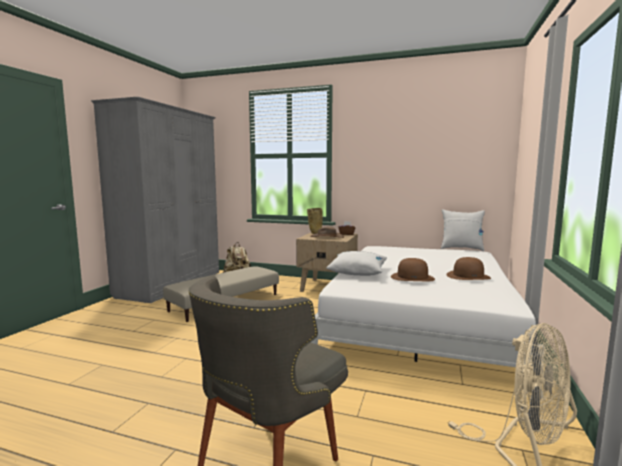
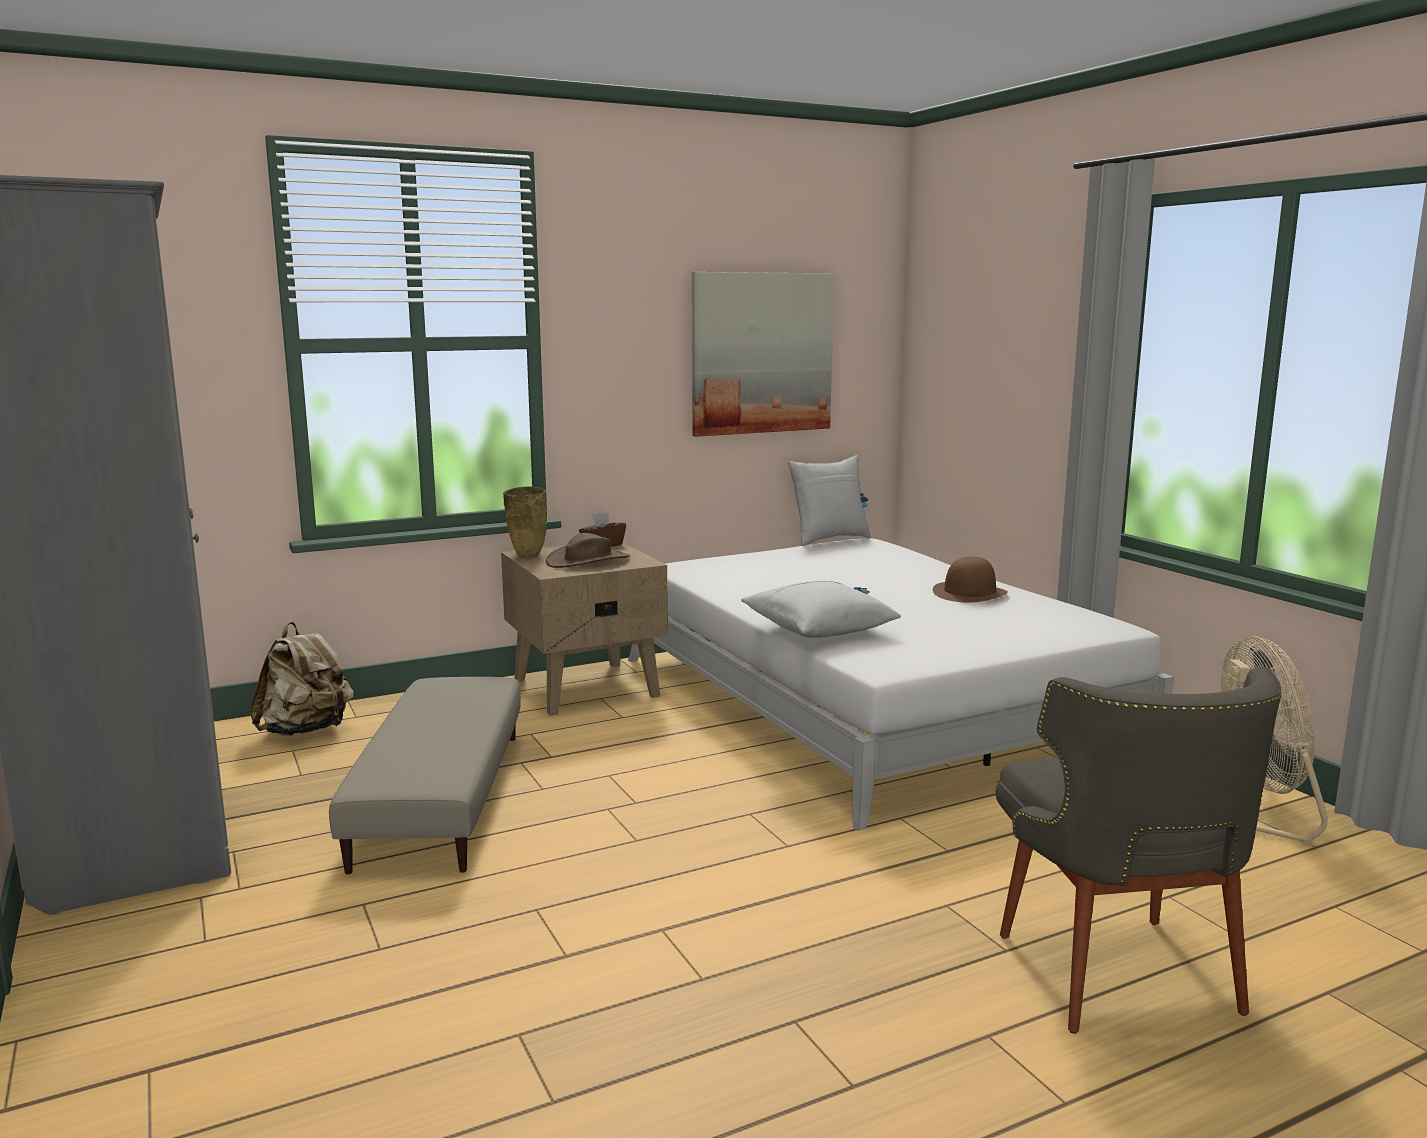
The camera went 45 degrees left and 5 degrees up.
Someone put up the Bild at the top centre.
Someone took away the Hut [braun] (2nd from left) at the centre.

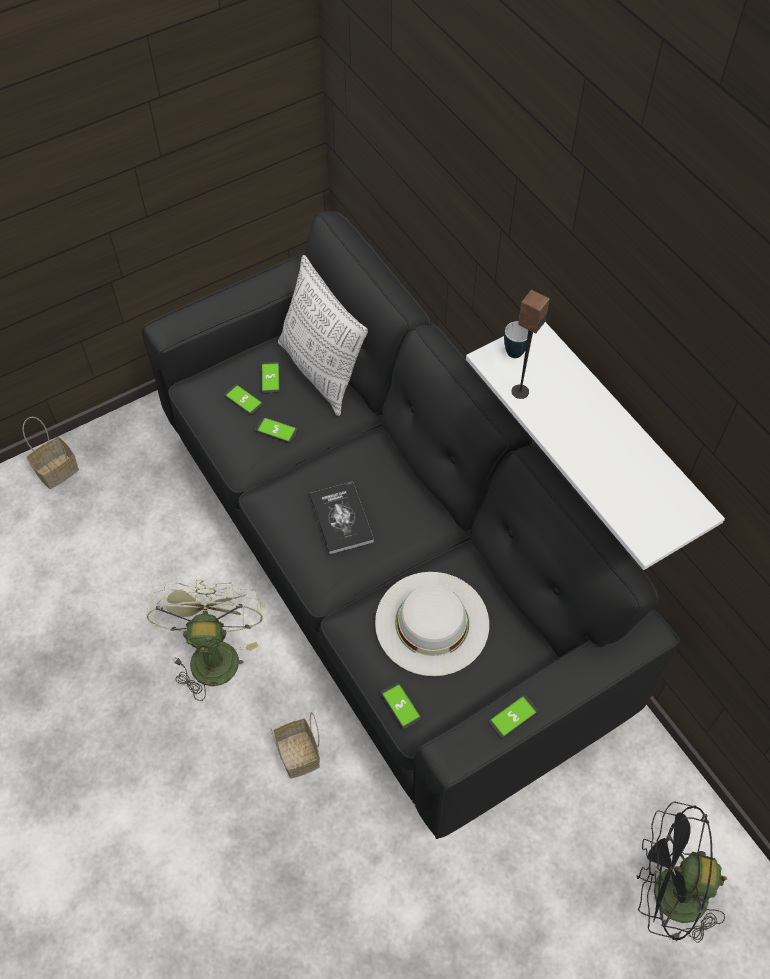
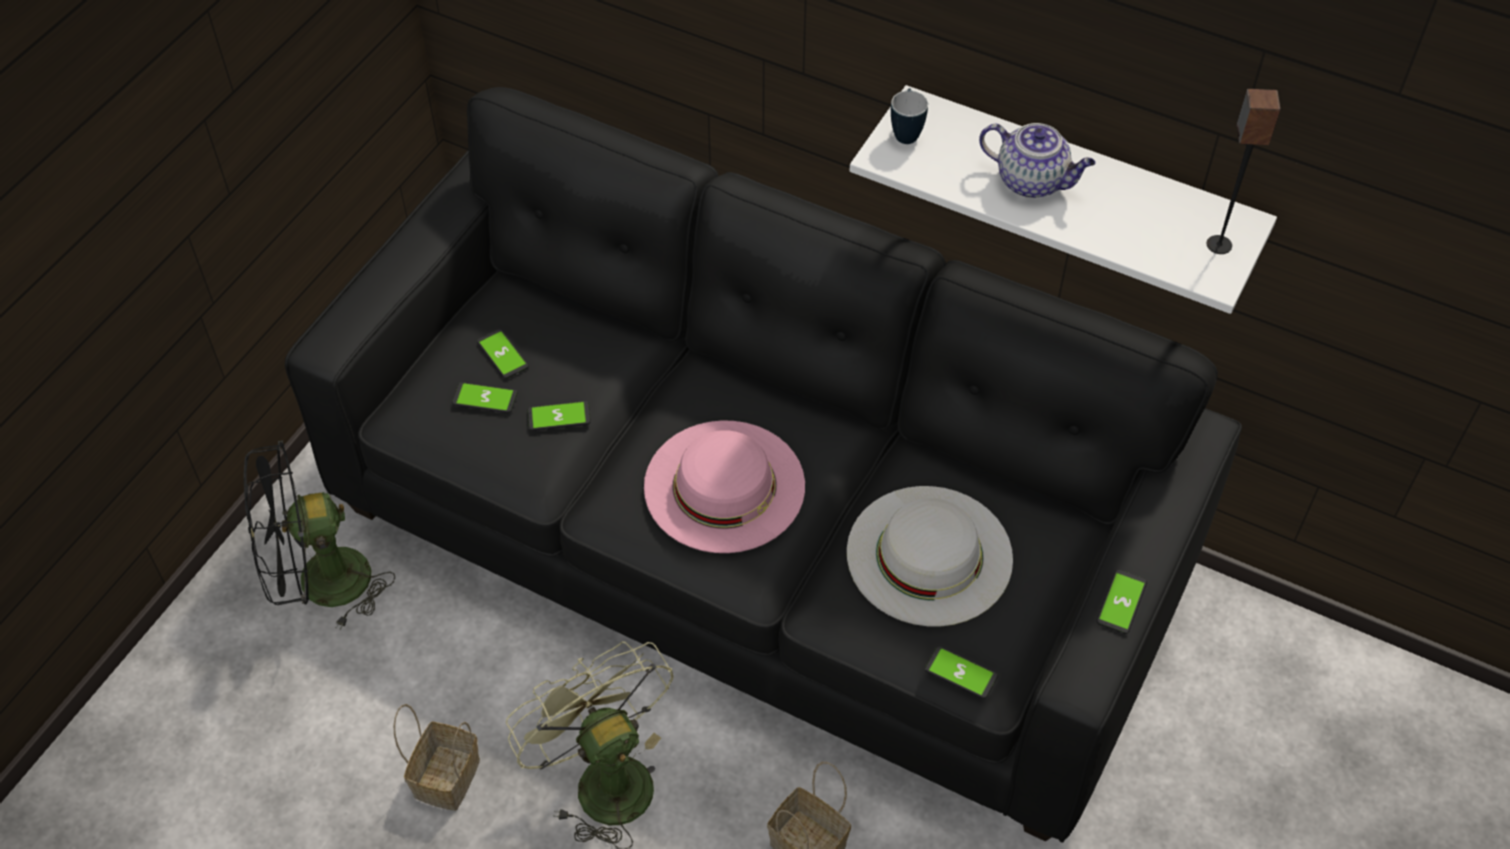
The camera went 30 degrees left and 5 degrees down.
Someone carried the Ventilator [schwarz] from the bottom right to the middle left.
Someone carried the Korb (1st from left) from the middle left to the bottom left.
Someone swapped the Buch at the centre for the Hut [rosa] at the centre.
Someone put down the Teekanne at the top right.
Someone carried the Lautsprecher from the middle right to the top right.
Someone took away the Kissen at the centre.

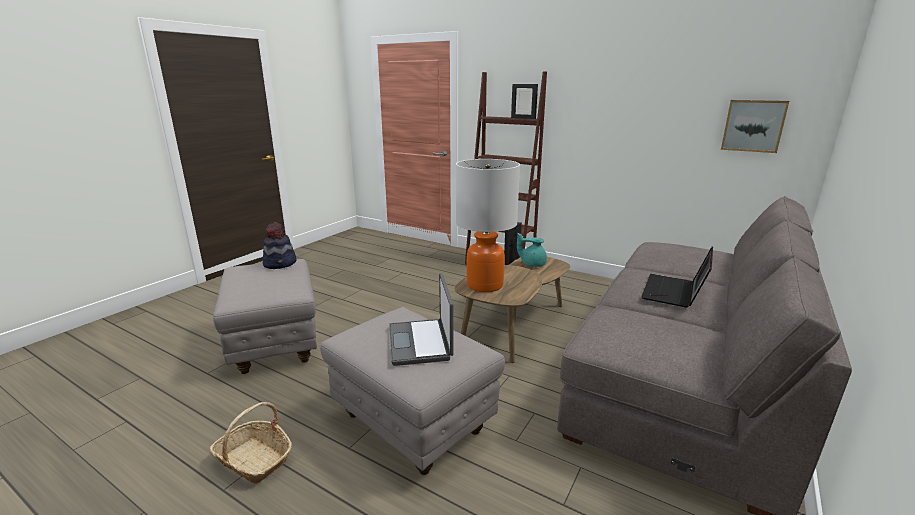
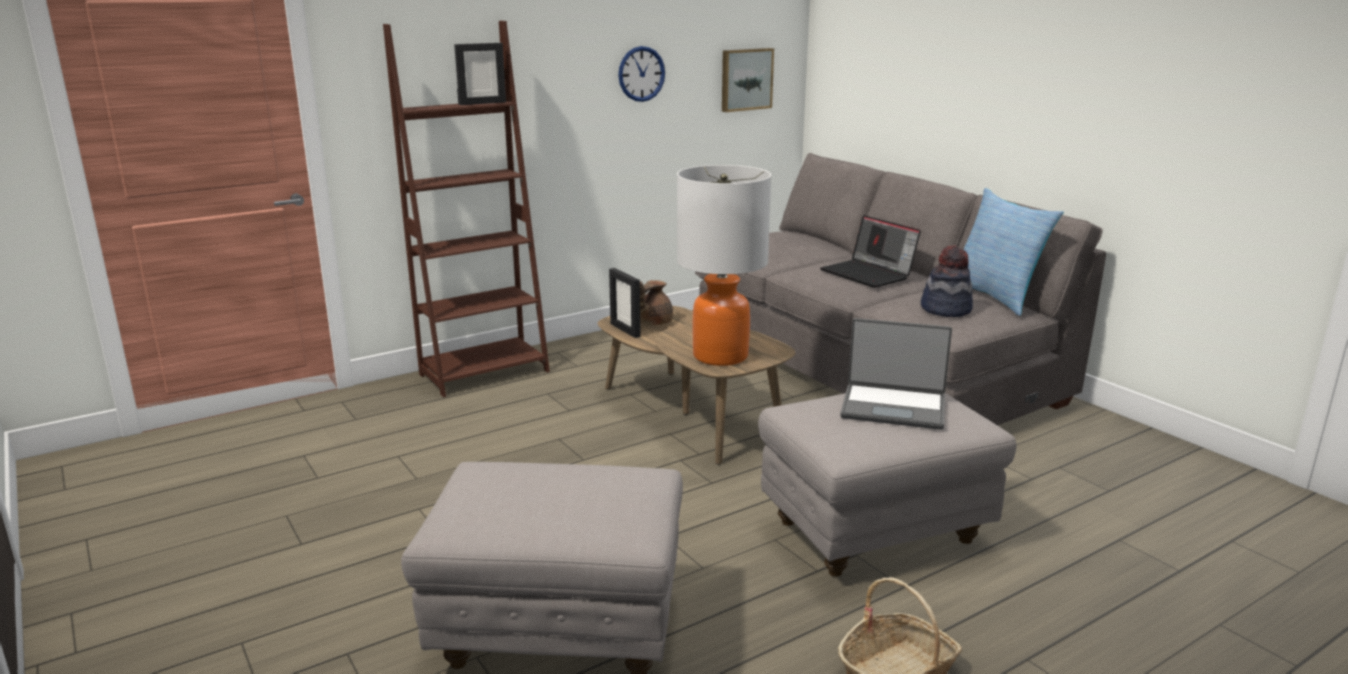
The camera went 65 degrees left and 0 degrees up.
Someone put up the Wanduhr at the top centre.
Someone repainted the Teekanne [türkis] at the centre, which became the Teekanne [braun] at the centre.
Someone carried the Hut from the middle left to the middle right.
Someone put down the Kissen at the middle right.

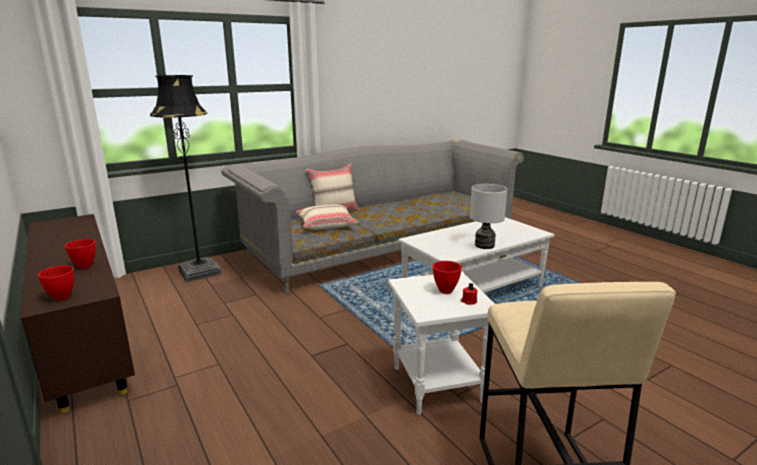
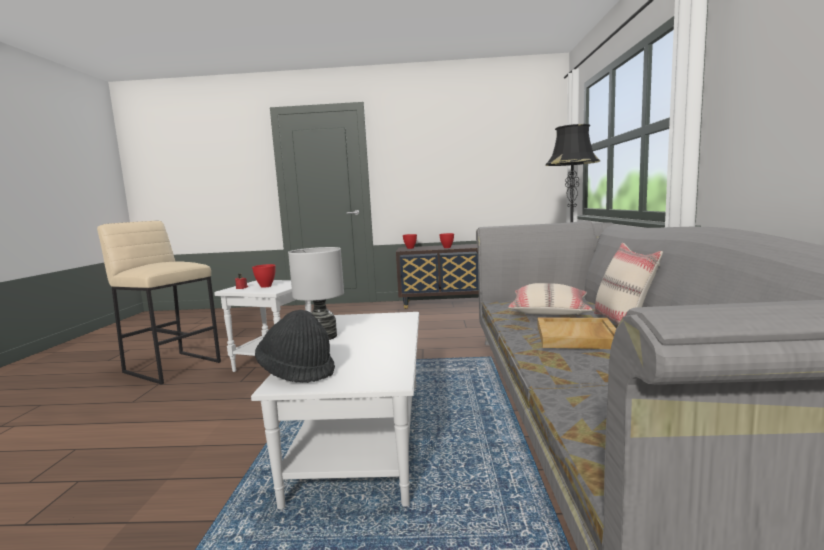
The camera went 125 degrees right and 10 degrees down.
Someone put down the Hut [schwarz] at the centre.
Someone put down the Tablett [beige] at the middle right.

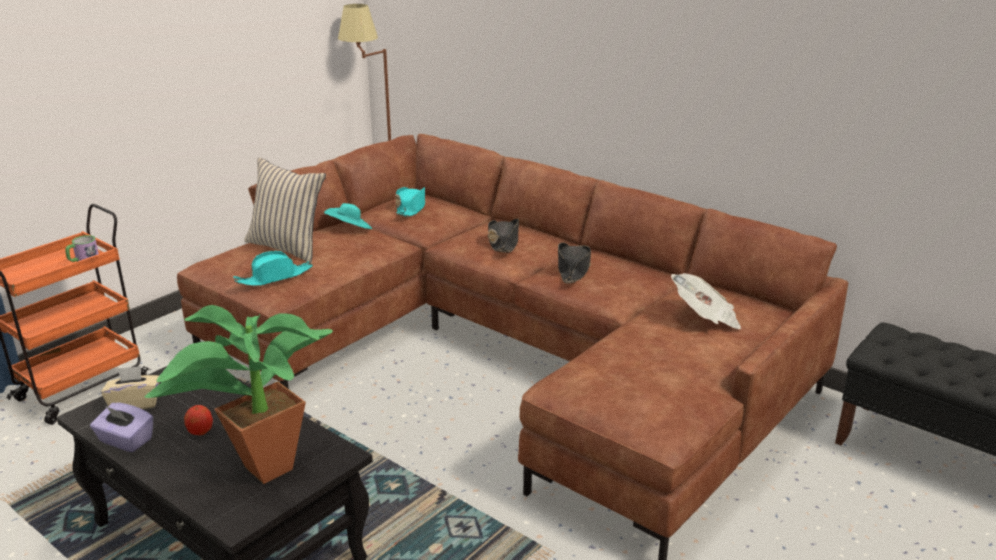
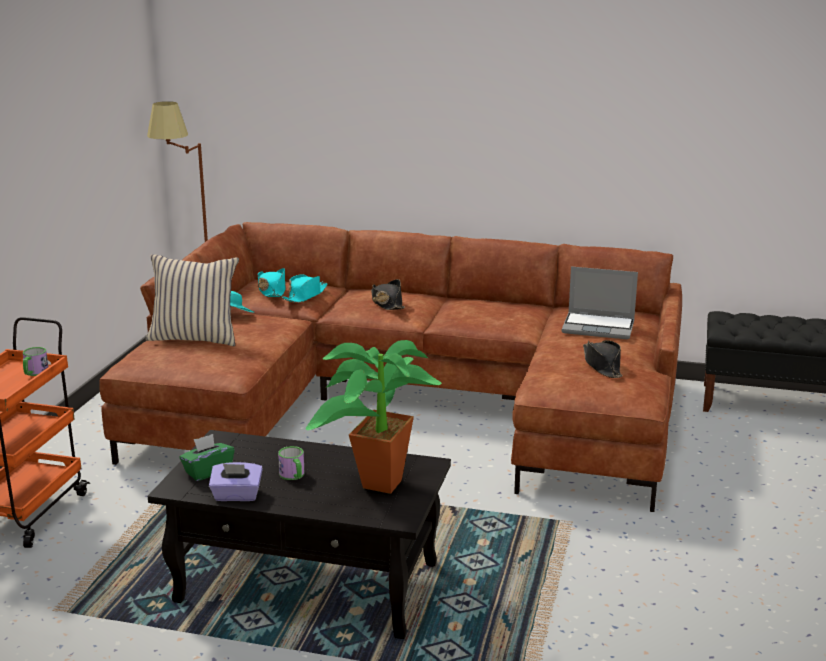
The camera went 25 degrees left and 5 degrees down.
Someone repainted the Taschentuchbox [beige] at the bottom left, which became the Taschentuchbox [grün] at the bottom left.
Someone swapped the Apfel at the bottom left for the Henkelbecher (2nd from left) at the bottom centre.
Someone carried the Hut [türkis] (1st from left in the first image) from the middle left to the centre.
Someone swapped the Zeitung at the middle right for the Laptop at the middle right.
Someone carried the Hut [schwarz] (2nd from left) from the centre to the middle right.

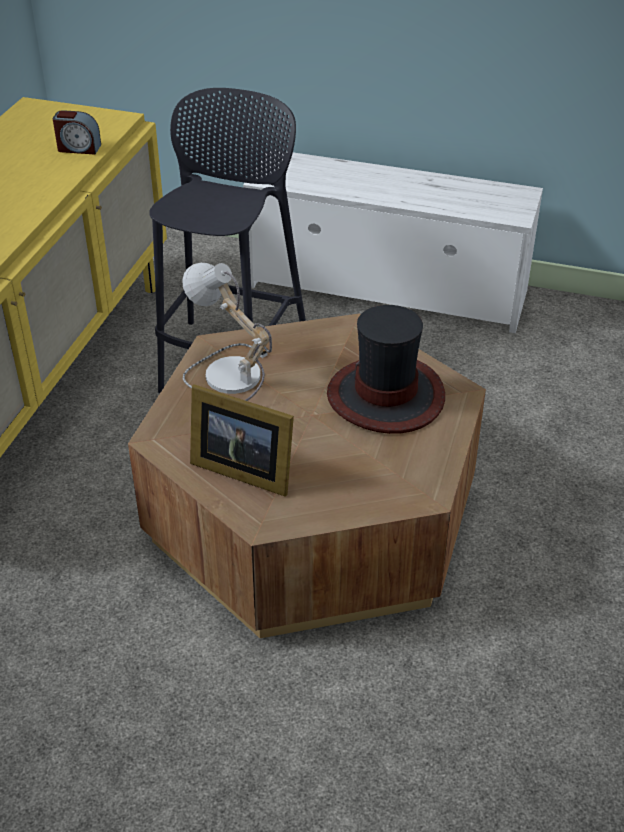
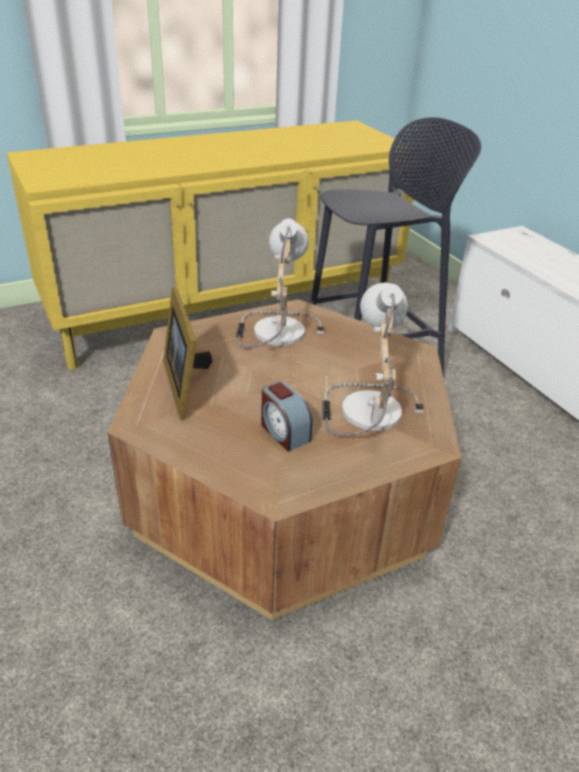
The camera went 45 degrees right and 5 degrees down.
Someone carried the Wecker from the top left to the centre.
Someone swapped the Hut at the centre for the Tischlampe (2nd from left) at the centre.

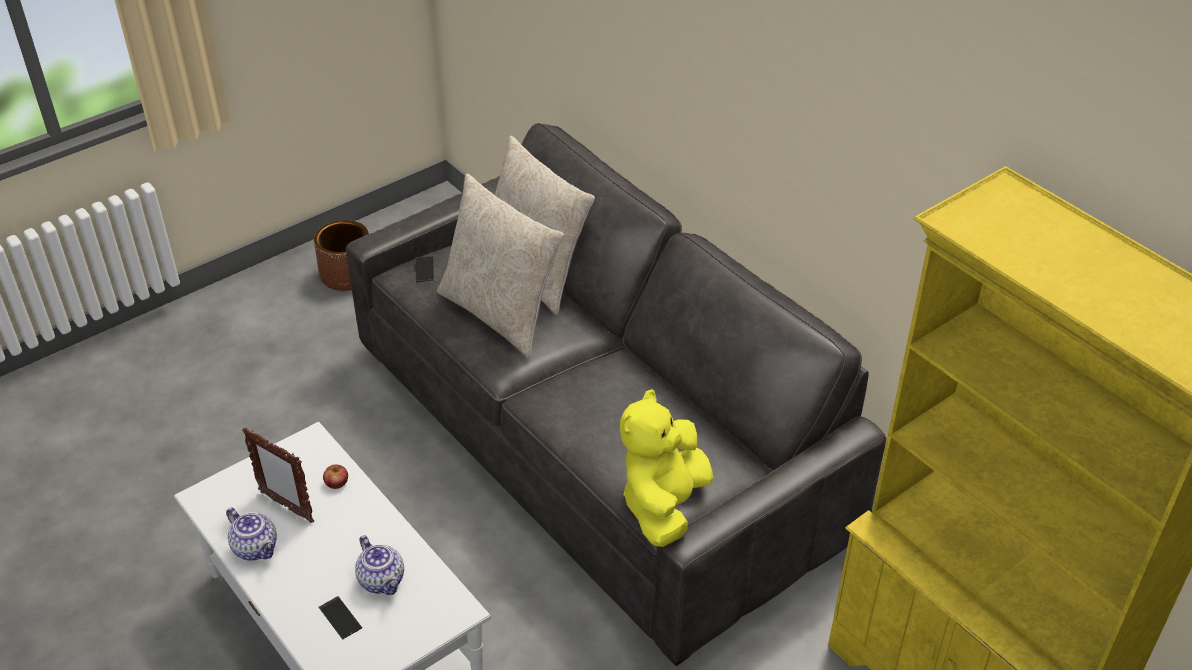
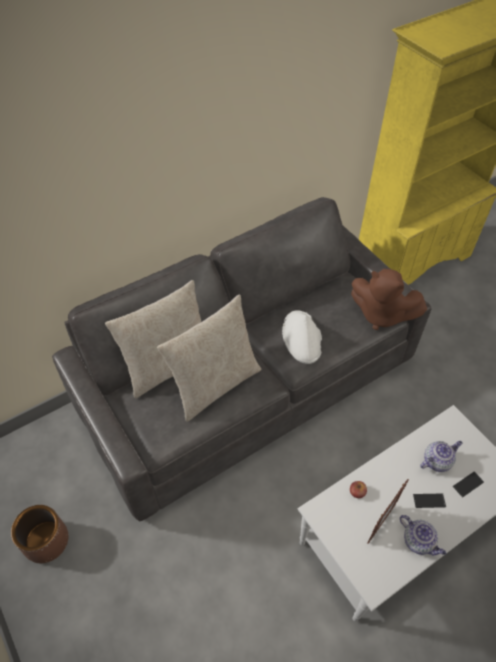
The camera went 85 degrees left and 10 degrees up.
Someone put down the Hut [weiß] at the centre.
Someone repainted the Plüschtier [gelb] at the bottom centre, which became the Plüschtier [braun] at the middle right.
Someone rotated the Teekanne (1st from left) at the bottom left by 90 degrees clockwise.
Someone carried the Handy (2nd from left in the first image) from the centre to the bottom right.

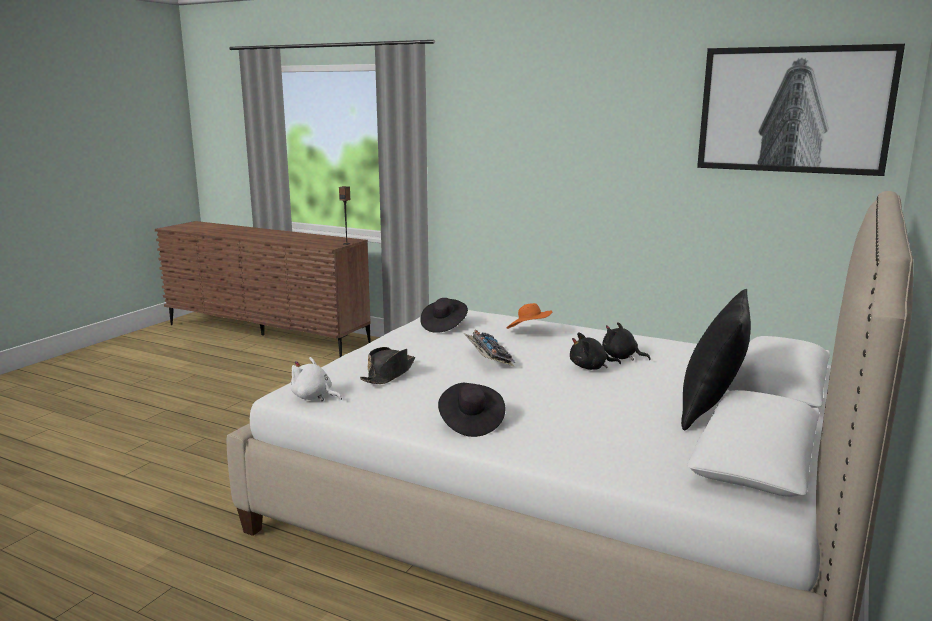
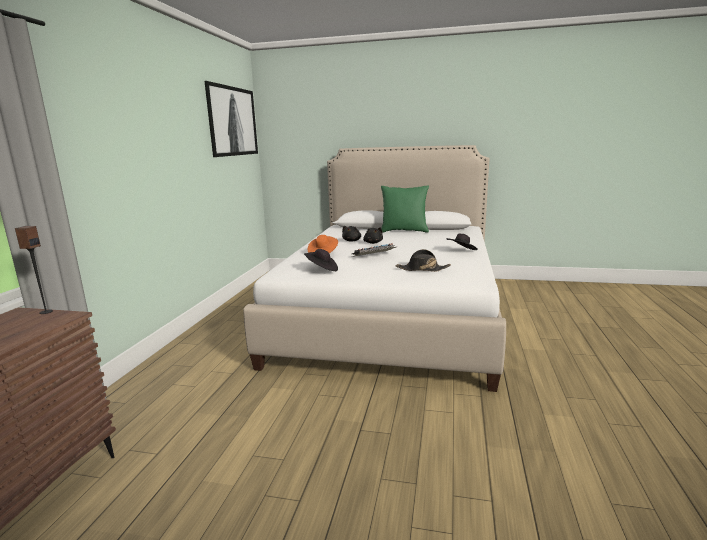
The camera went 105 degrees left and 0 degrees up.
Someone repainted the Kissen [schwarz] at the middle right, which became the Kissen [grün] at the centre.
Someone took away the Plüschtier [weiß] at the centre.

